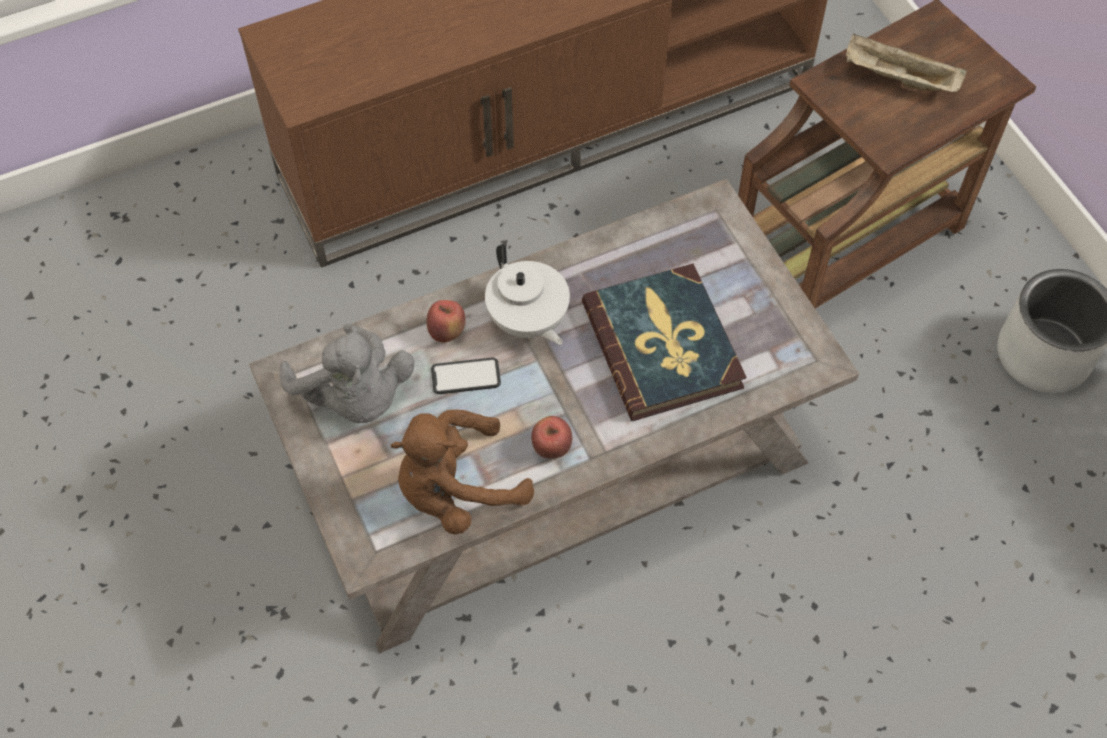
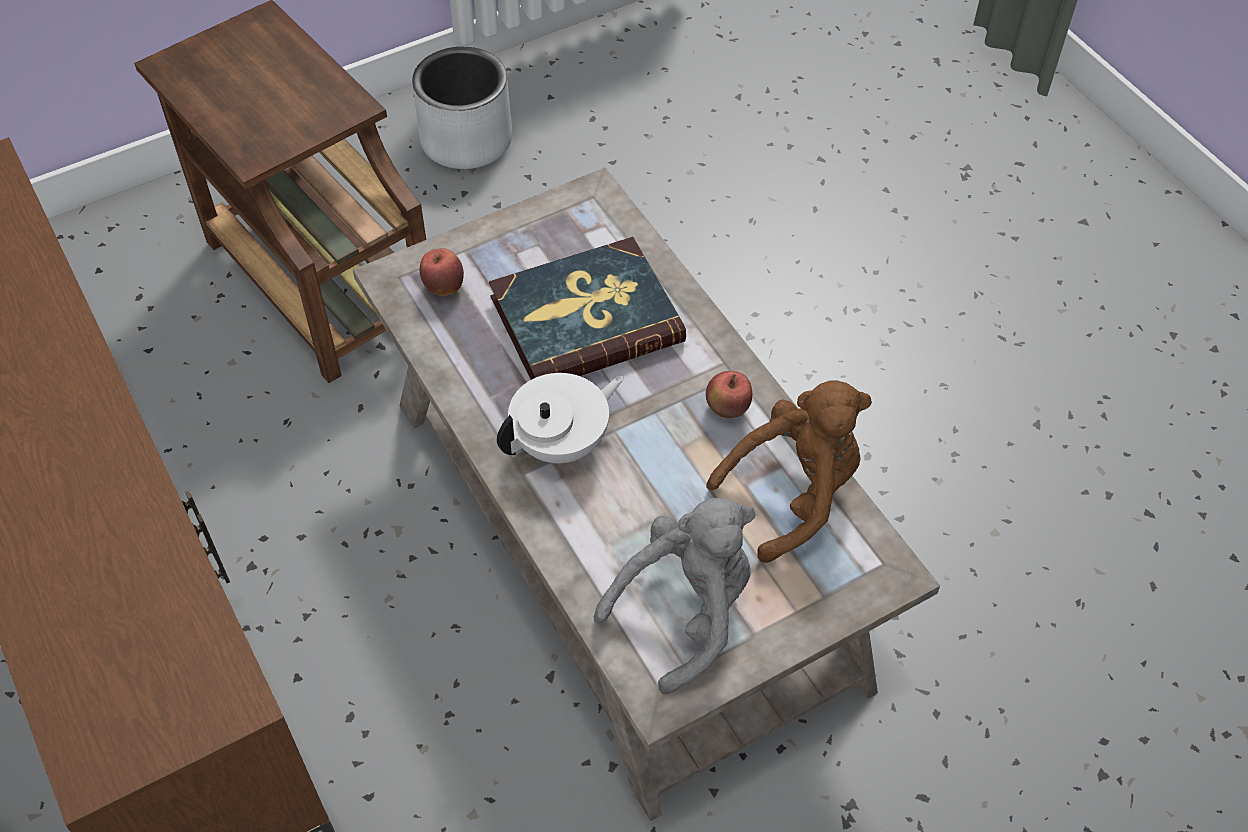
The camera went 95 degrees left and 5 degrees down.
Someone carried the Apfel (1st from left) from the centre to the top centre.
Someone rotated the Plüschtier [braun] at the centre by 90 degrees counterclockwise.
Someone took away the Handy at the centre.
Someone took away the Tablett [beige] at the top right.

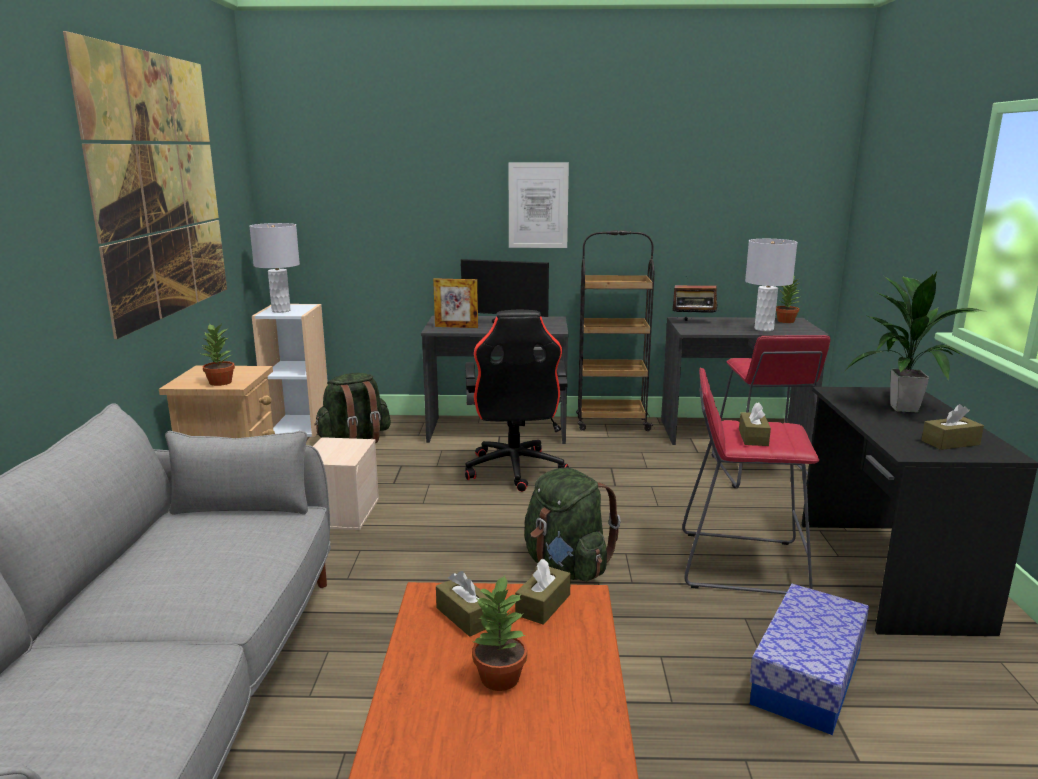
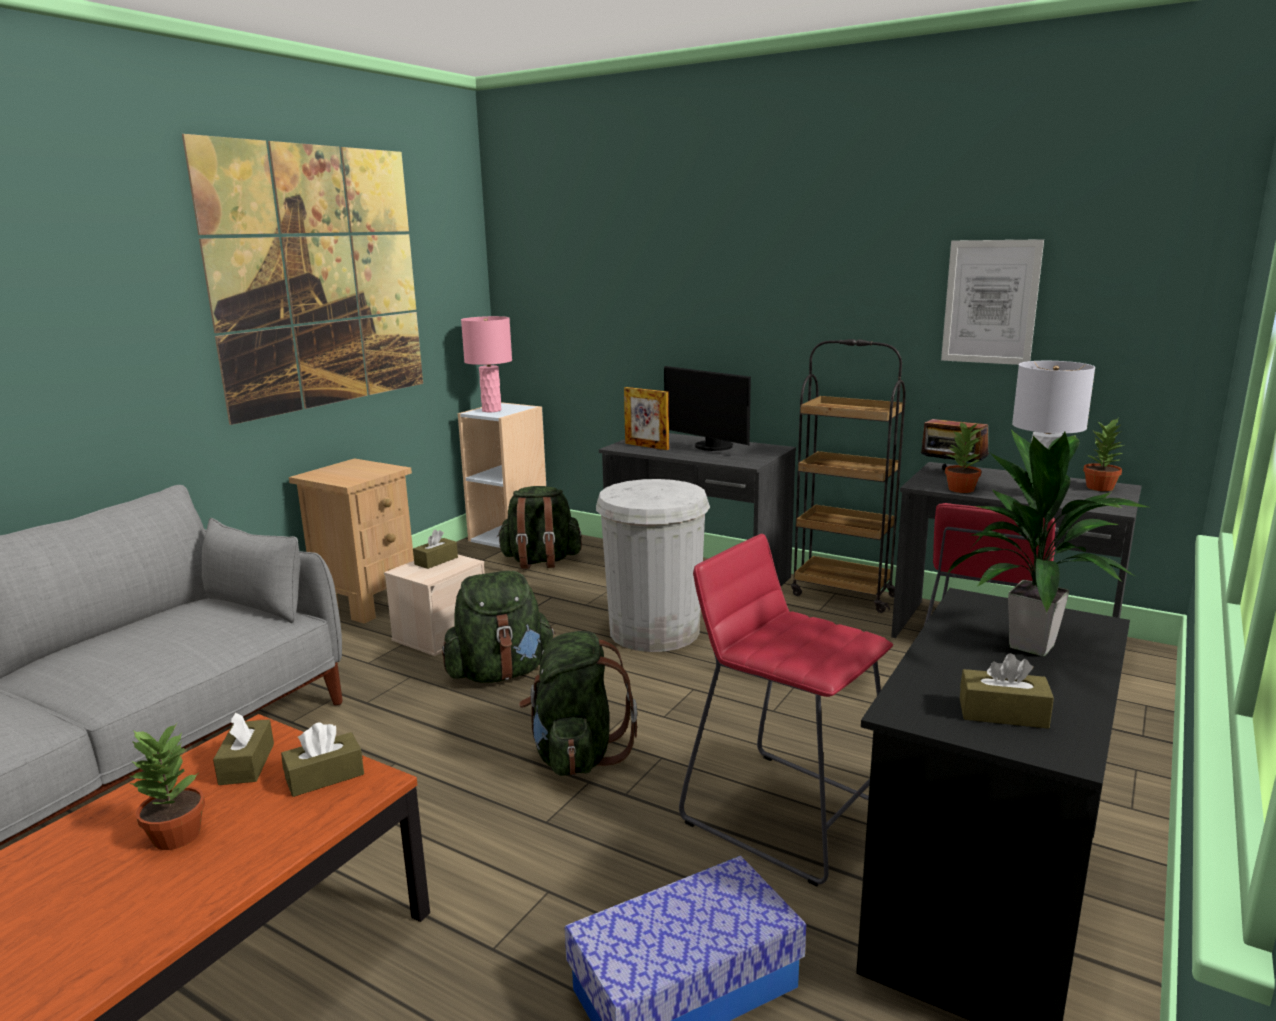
The camera went 30 degrees right and 0 degrees up.
Someone carried the Taschentuchbox [braun] (3rd from left) from the middle right to the centre.
Someone put down the Rucksack [grün] (1st from left) at the centre.
Someone repainted the Tischlampe [grau] (1st from left) at the middle left, which became the Tischlampe [rosa] at the centre.
Someone swapped the Bürostuhl [schwarz] at the centre for the Mülleimer [weiß] at the centre.
Someone carried the Bild (2nd from left) from the top centre to the top right.
Someone carried the Topfpflanze (1st from left in the first image) from the middle left to the middle right.

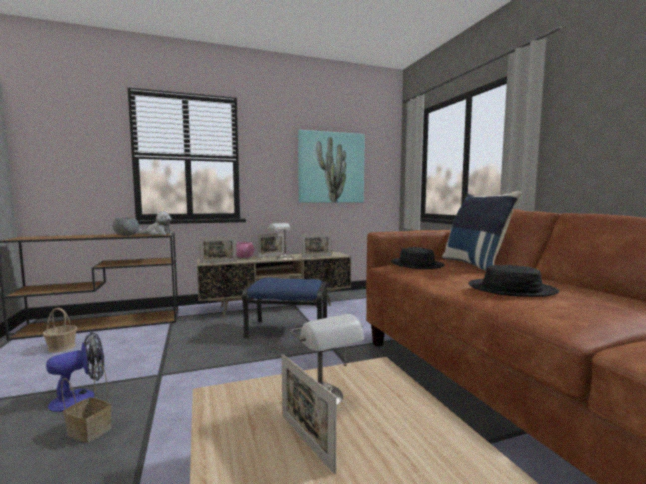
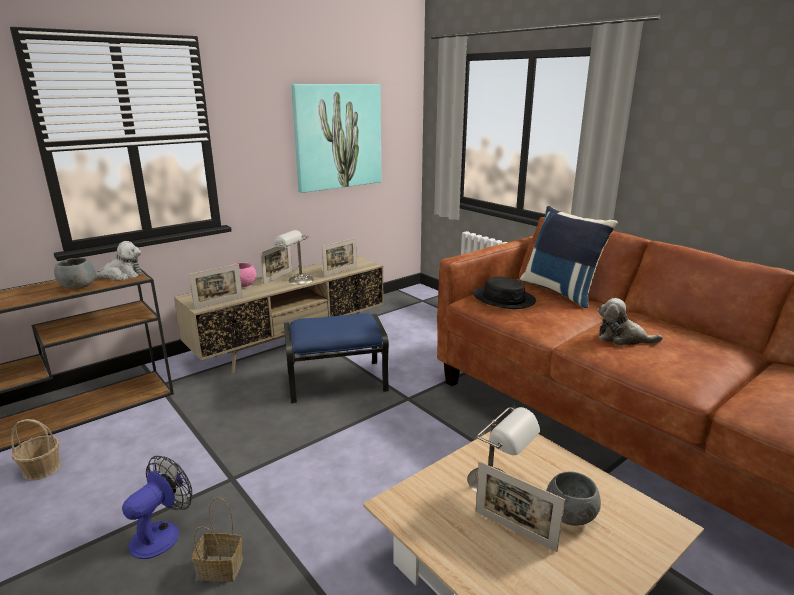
The camera went 20 degrees left and 15 degrees up.
Someone put down the Schüssel [grau] (2nd from left) at the bottom right.
Someone swapped the Hut [schwarz] (2nd from left) at the middle right for the Plüschtier (2nd from left) at the middle right.

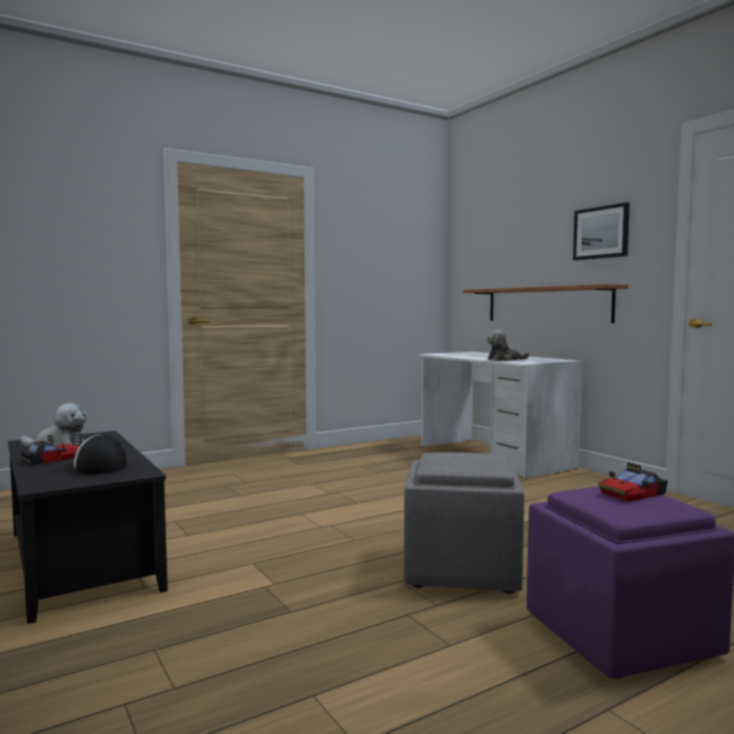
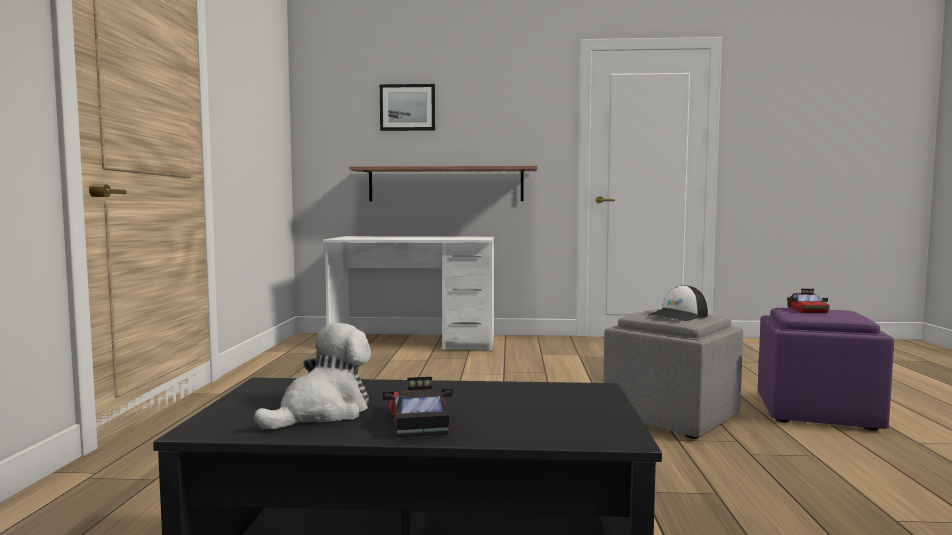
The camera went 55 degrees left and 0 degrees up.
Someone carried the Bild from the top right to the top centre.
Someone carried the Kappe from the middle left to the middle right.
Someone took away the Plüschtier (2nd from left) at the middle right.

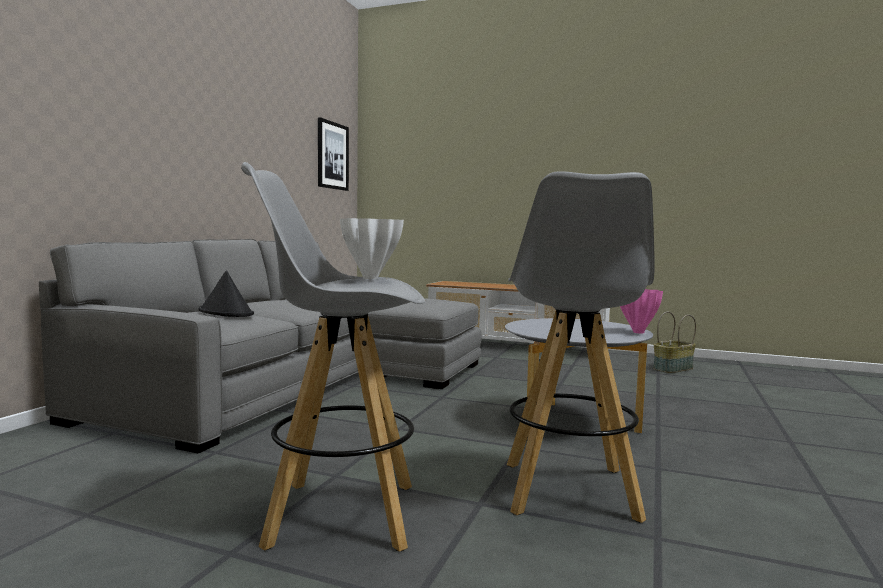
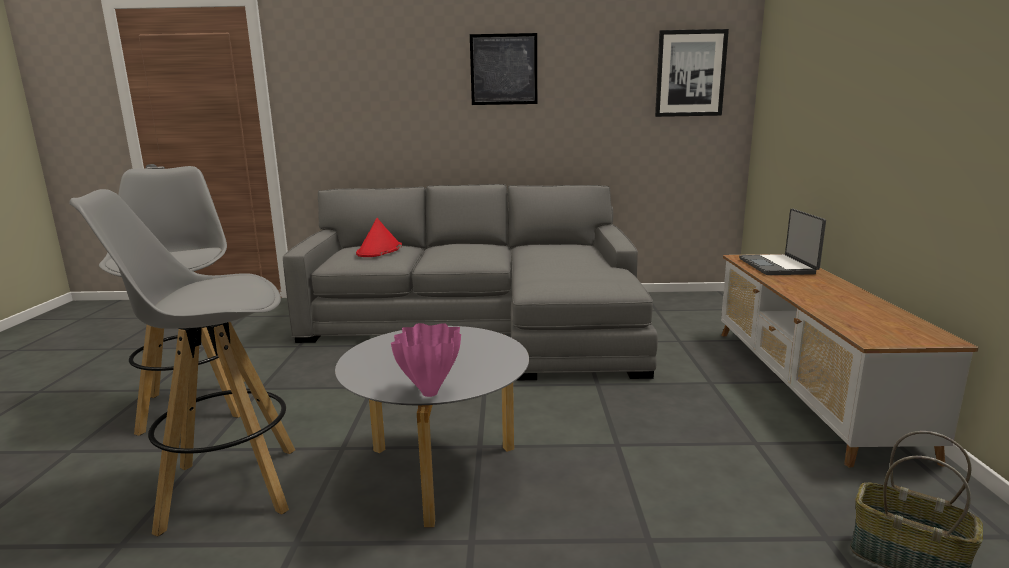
The camera went 70 degrees right and 10 degrees up.
Someone repainted the Hut [schwarz] at the middle left, which became the Hut [rot] at the centre.
Someone put up the Bild (1st from left) at the top centre.
Someone put down the Laptop at the middle right.
Someone took away the Vase [weiß] at the centre.

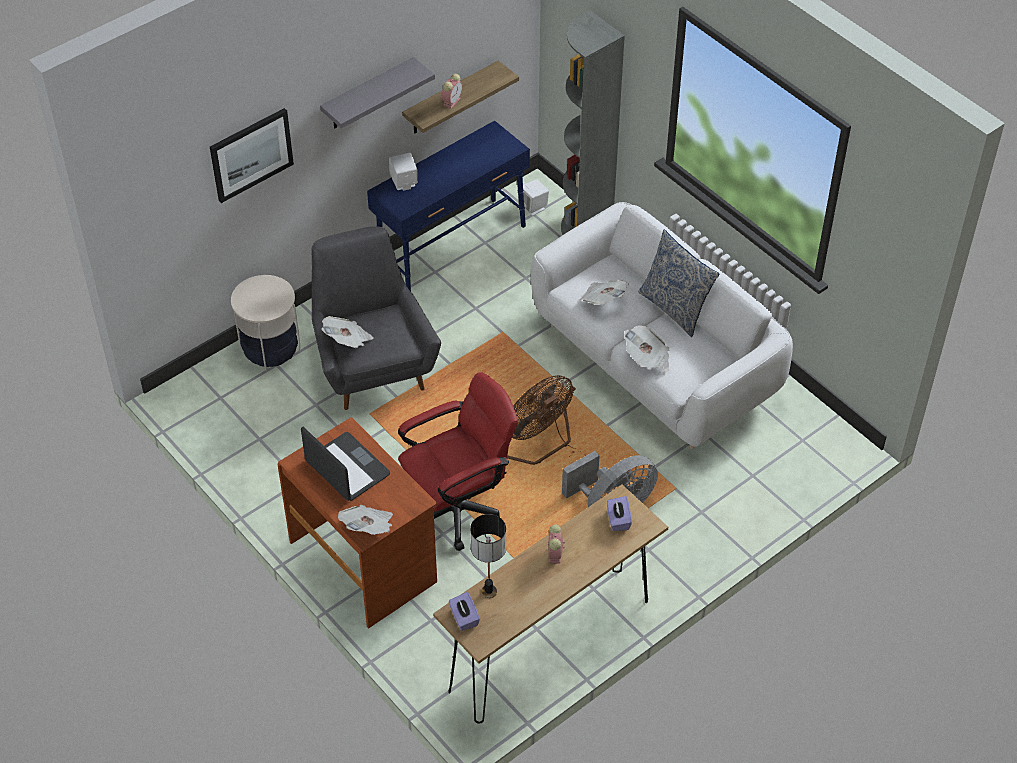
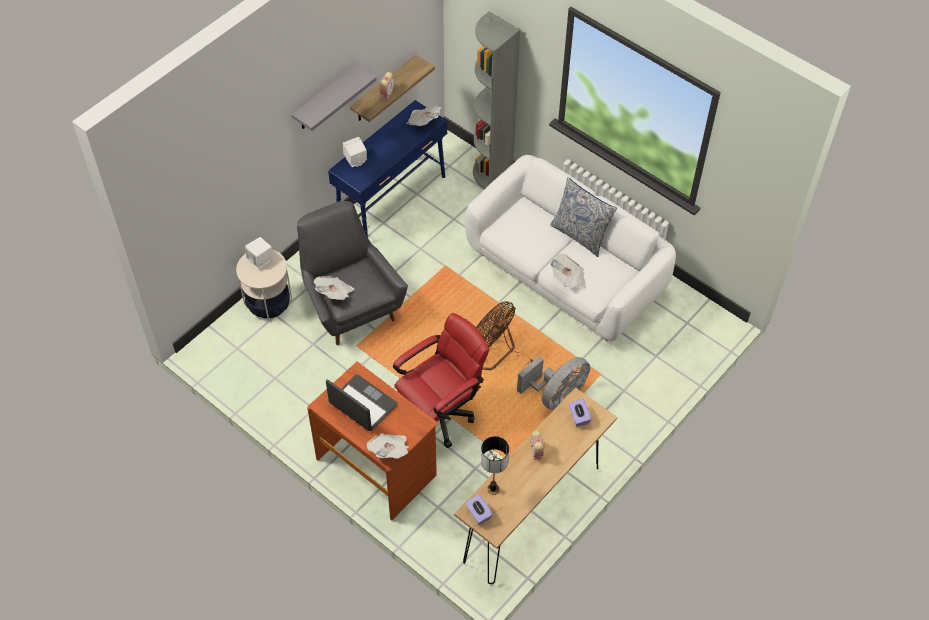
The camera went 10 degrees left and 5 degrees up.
Someone carried the Lautsprecher [weiß] (2nd from left in the first image) from the top centre to the middle left.
Someone carried the Zeitung (3rd from left) from the centre to the top centre.
Someone took away the Bild at the top left.

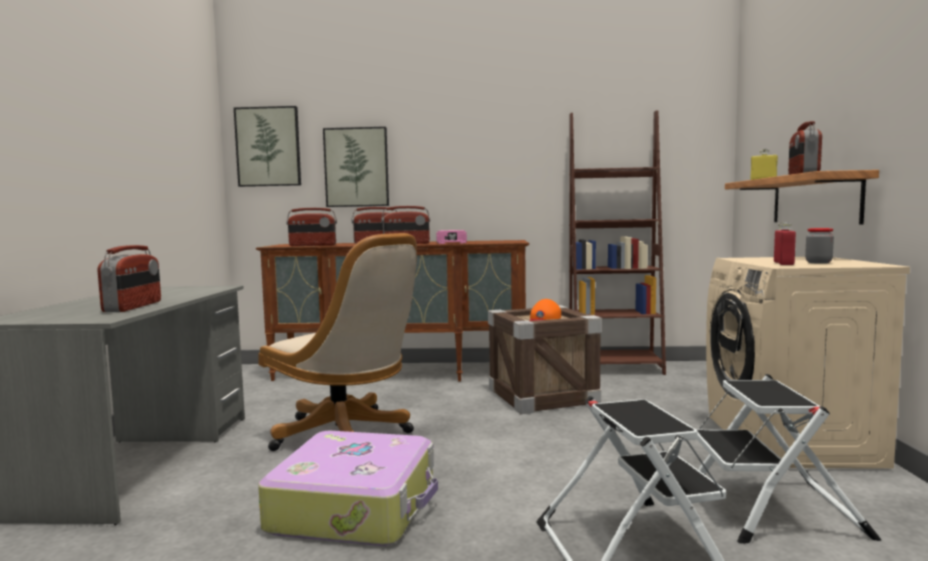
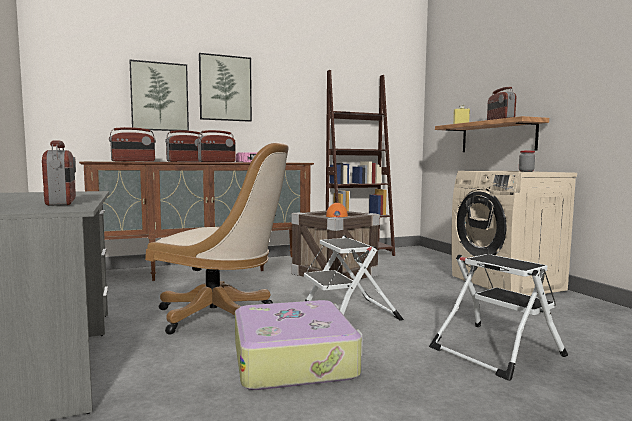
The camera went 25 degrees left and 0 degrees up.
Someone carried the Bild (1st from left in the first image) from the top left to the top centre.
Someone carried the Trittleiter (2nd from left in the first image) from the bottom right to the centre.
Someone took away the Flasche [rot] at the middle right.

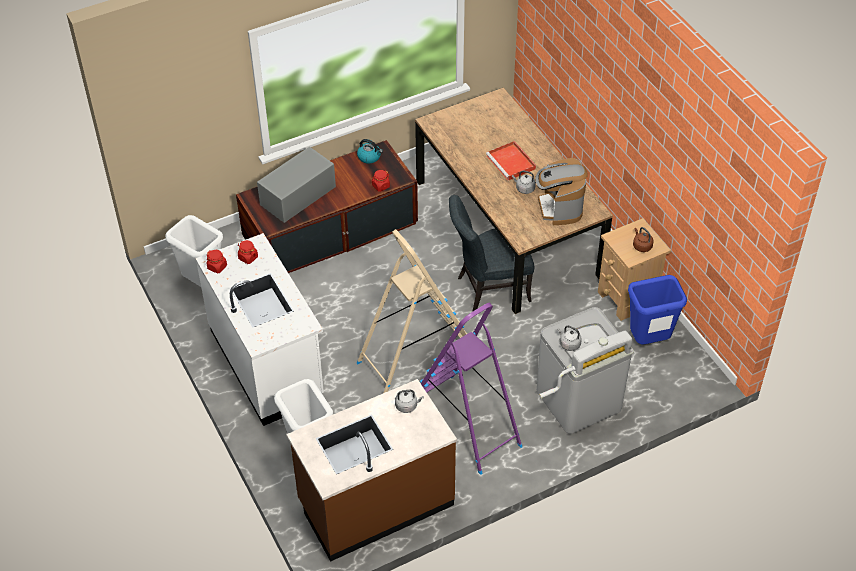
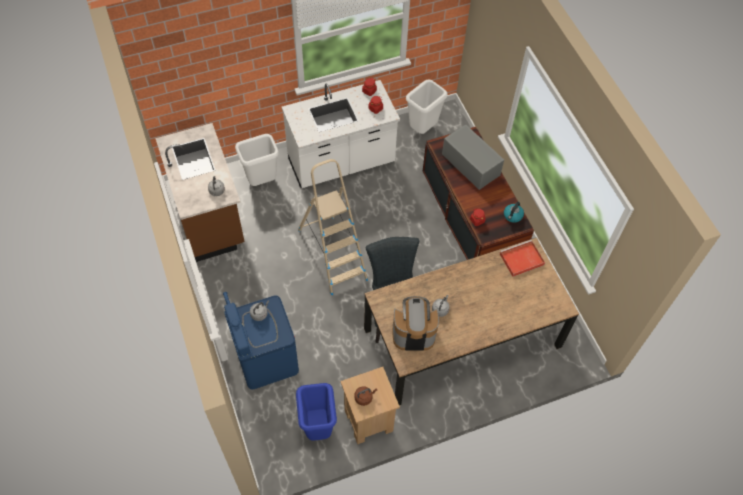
The camera went 95 degrees right and 10 degrees up.
Someone repainted the Waschmaschine [grau] at the middle right, which became the Waschmaschine [blau] at the bottom centre.
Someone carried the Tablett [rot] from the top centre to the middle right.
Someone took away the Trittleiter [lila] at the bottom centre.

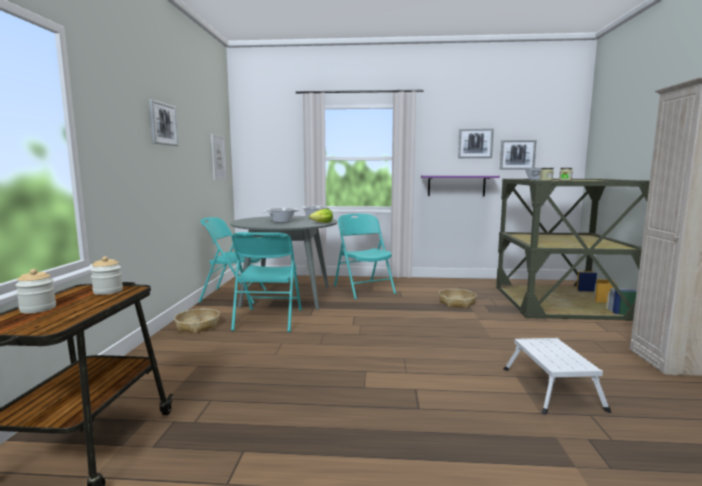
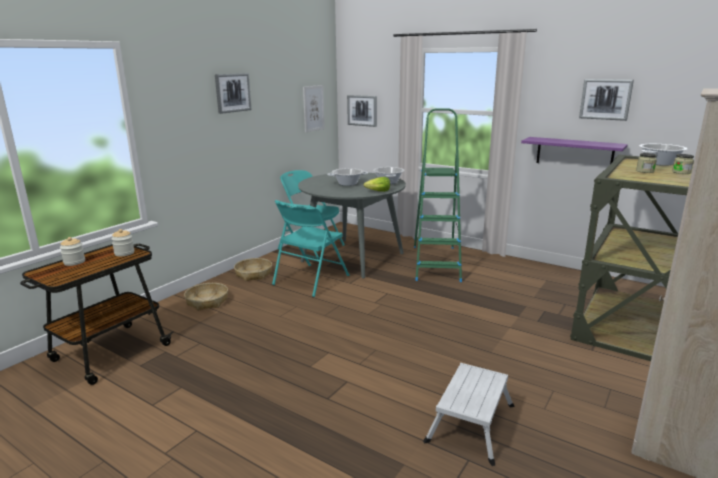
The camera went 30 degrees right and 10 degrees up.
Someone carried the Korb (2nd from left in the first image) from the centre to the middle left.
Someone carried the Bild (4th from left in the first image) from the top right to the top centre.
Someone swapped the Stuhl [türkis] (3rd from left) at the centre for the Trittleiter [grün] at the centre.

